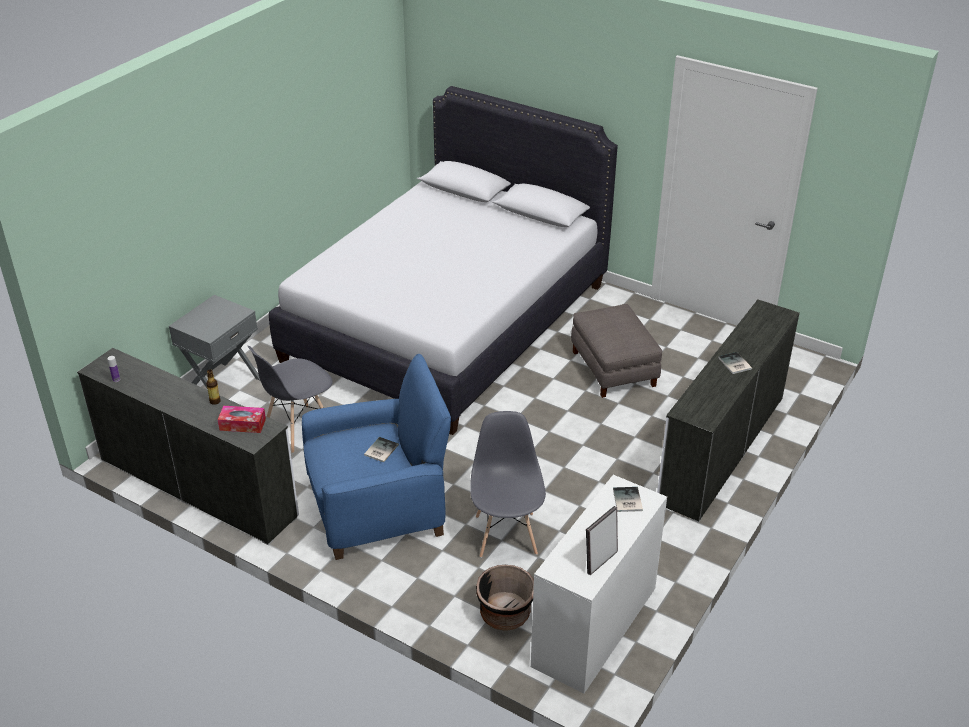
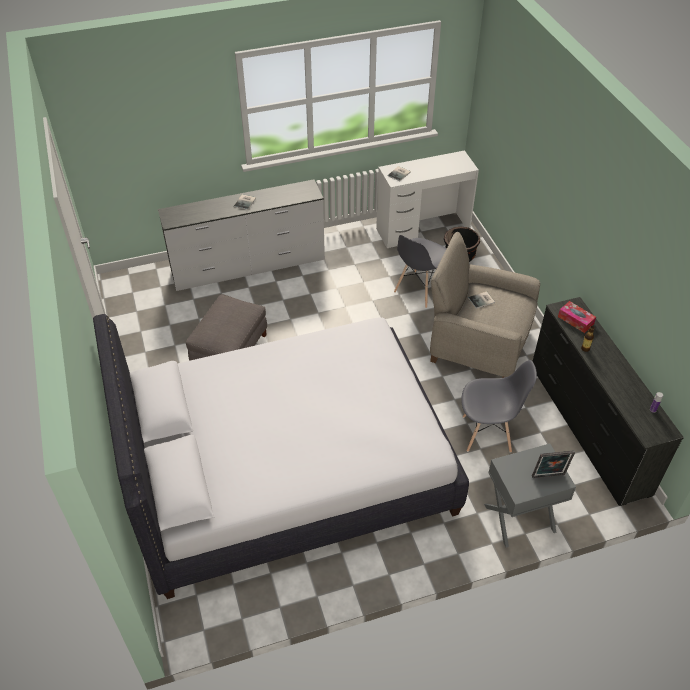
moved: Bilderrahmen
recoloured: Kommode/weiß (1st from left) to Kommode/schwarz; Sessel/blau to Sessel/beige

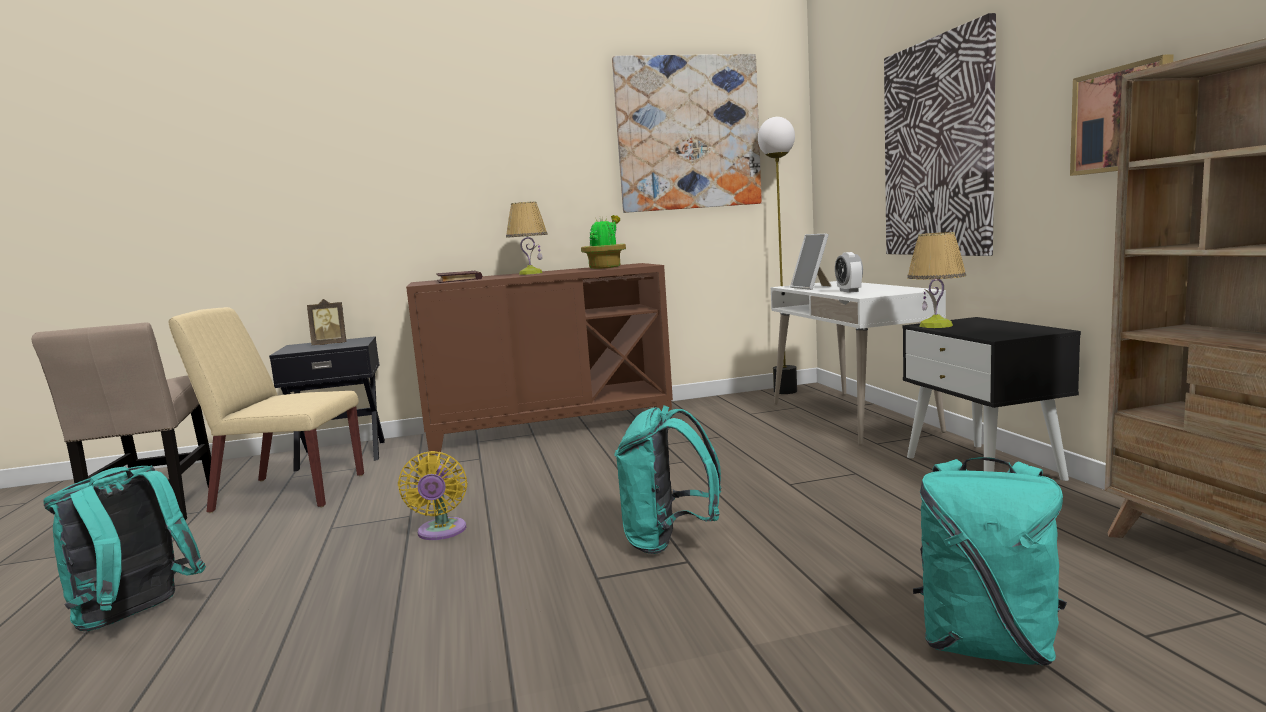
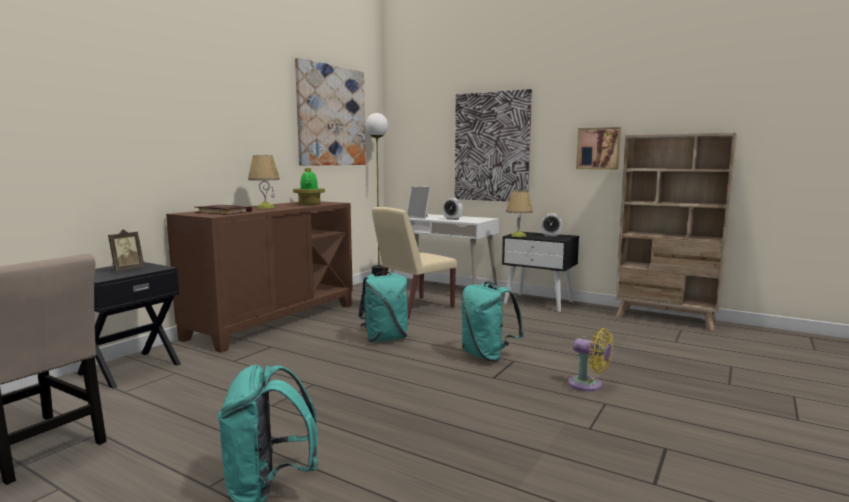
added: Wecker (2nd from left)
moved: Stuhl/beige (2nd from left); Ventilator/gelb; Rucksack/türkis (3rd from left in the first image) to Rucksack/türkis (2nd from left)

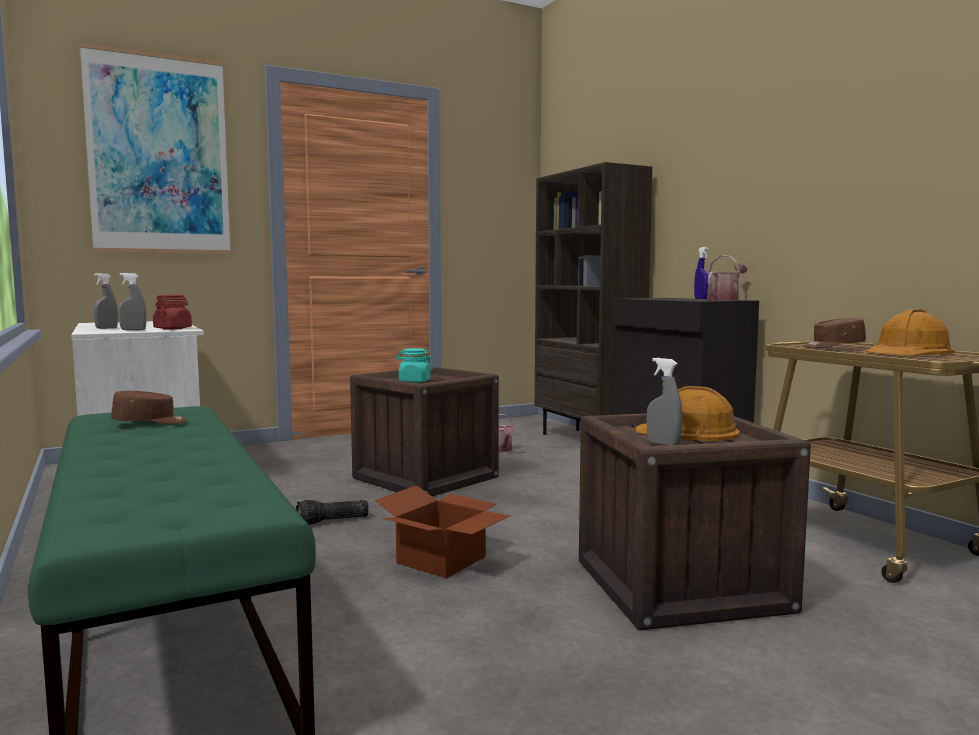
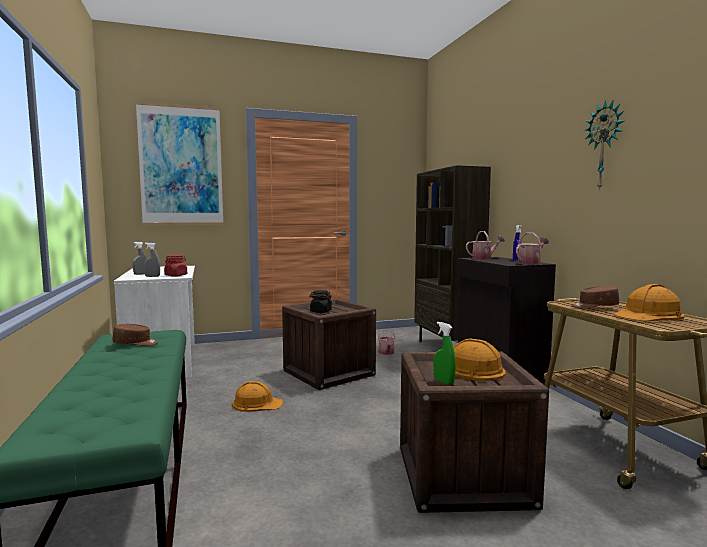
removed: Karton
added: Wanduhr; Gießkanne (2nd from left)
replaced: Taschenlampe to Schutzhelm/orange (1st from left)
recoloured: Vorratsglas/türkis to Vorratsglas/schwarz; Sprühflasche/grau (3rd from left) to Sprühflasche/grün

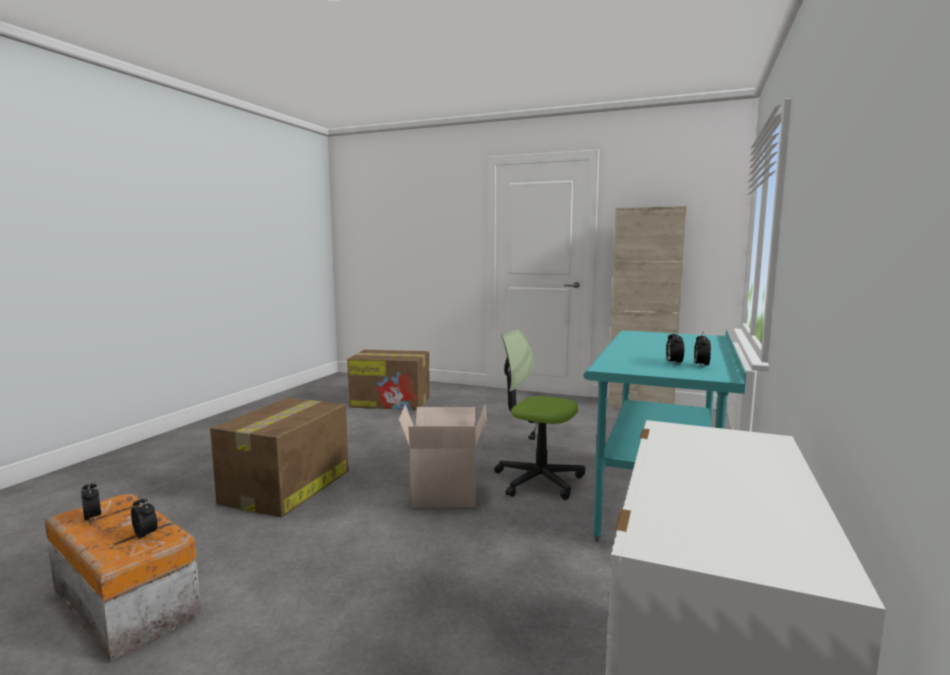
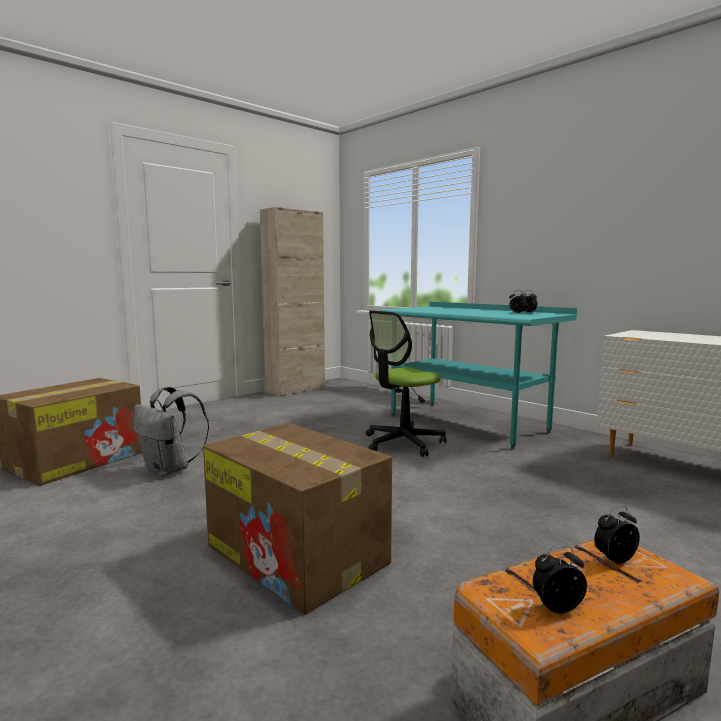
removed: Karton (3rd from left)
added: Rucksack/grau

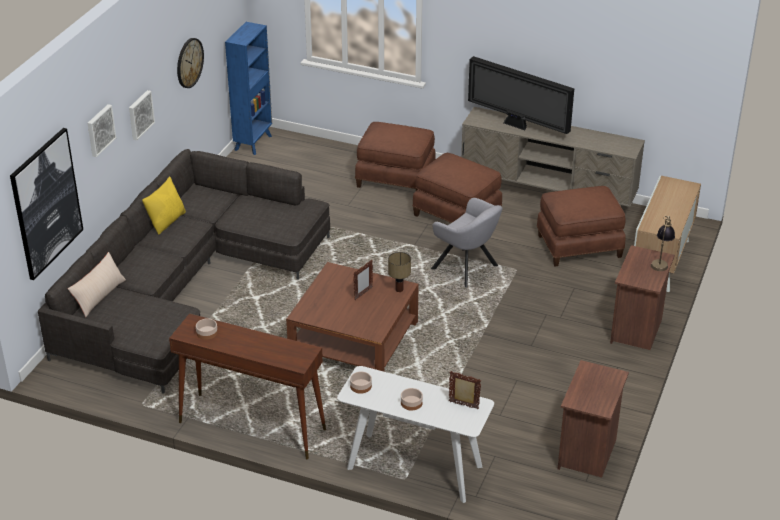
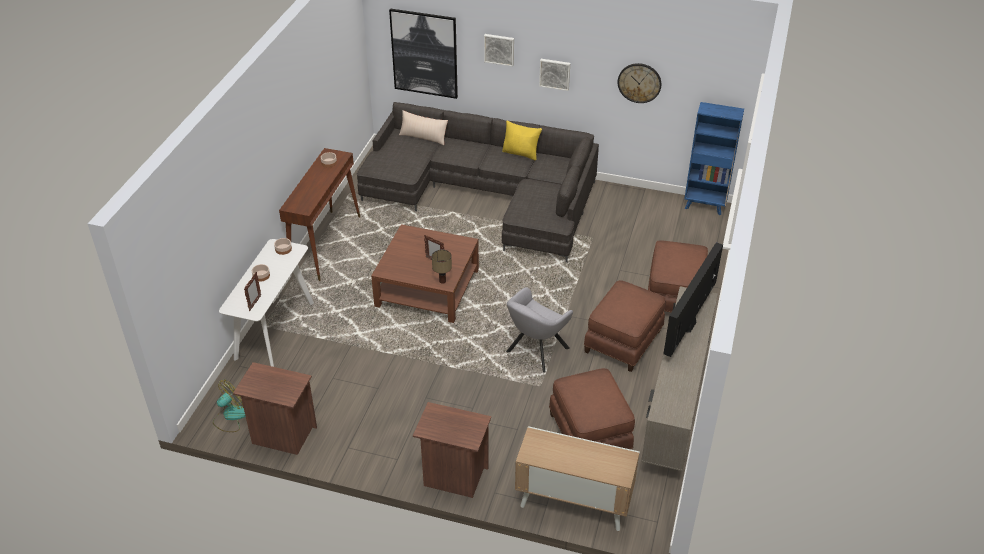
removed: Tischlampe (2nd from left)
added: Ventilator

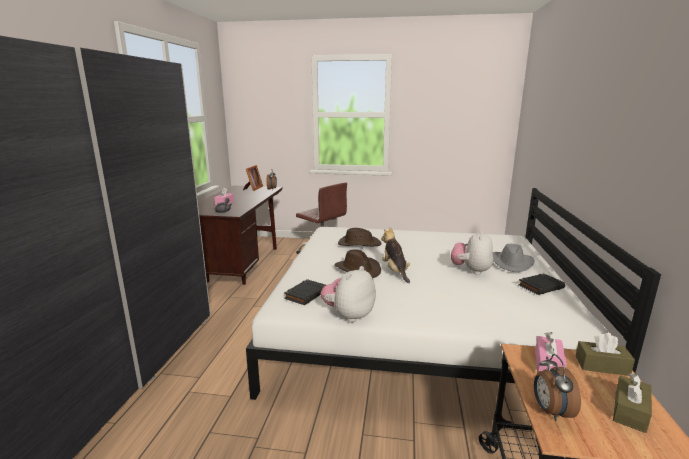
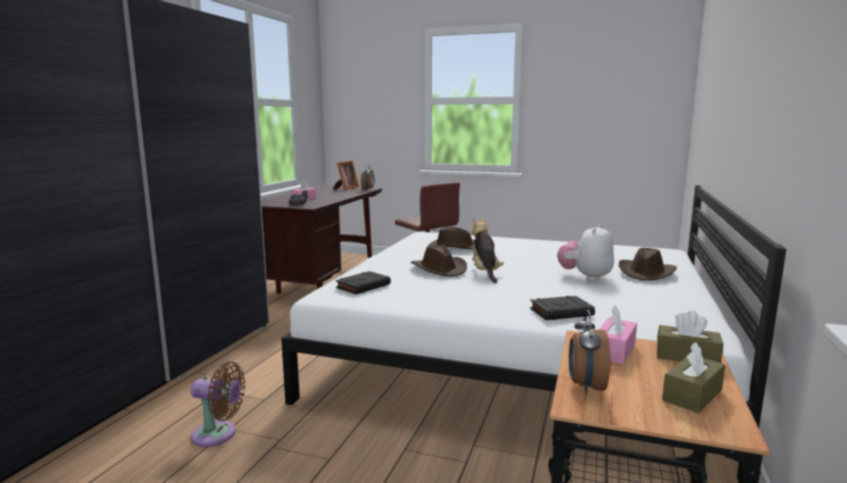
removed: Plüschtier (1st from left)
added: Ventilator/braun
moved: Buch/schwarz (2nd from left)
recoloured: Hut/grau to Hut/braun (3rd from left)

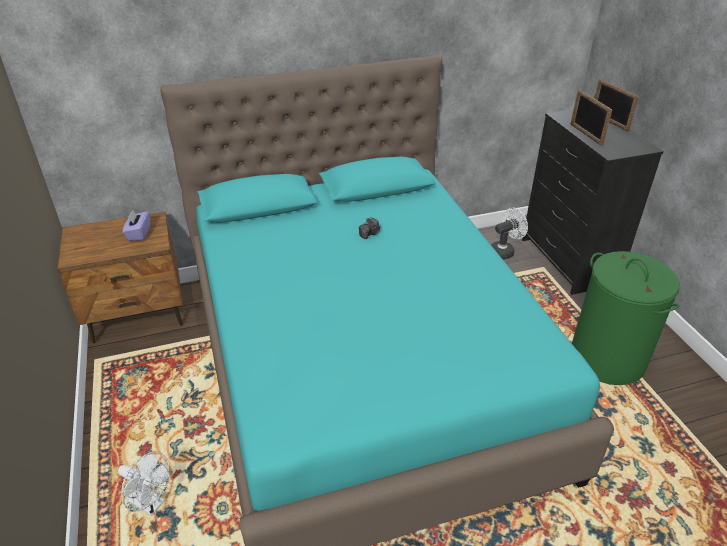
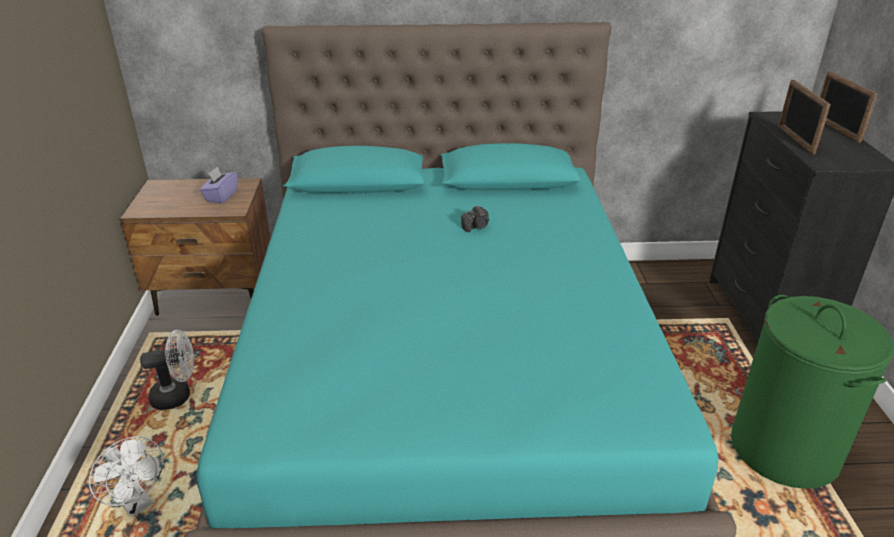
moved: Ventilator/weiß (2nd from left)

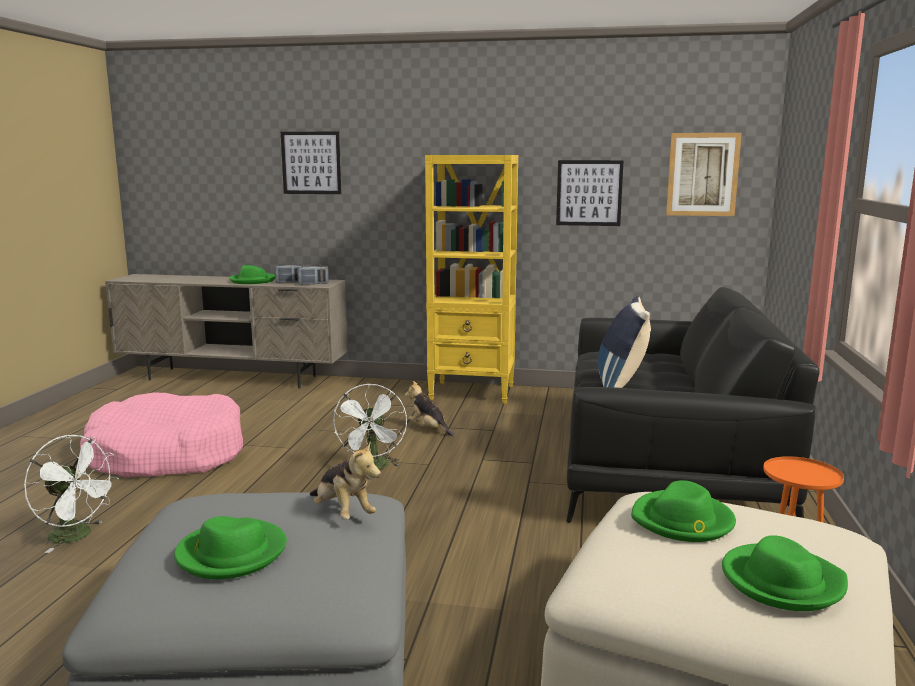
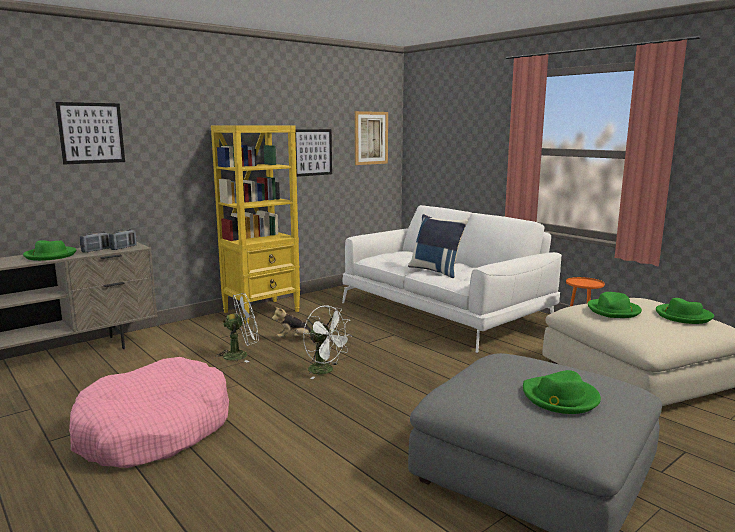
removed: Plüschtier (1st from left)
moved: Ventilator/weiß (1st from left)
recoloured: Sofa/schwarz to Sofa/weiß

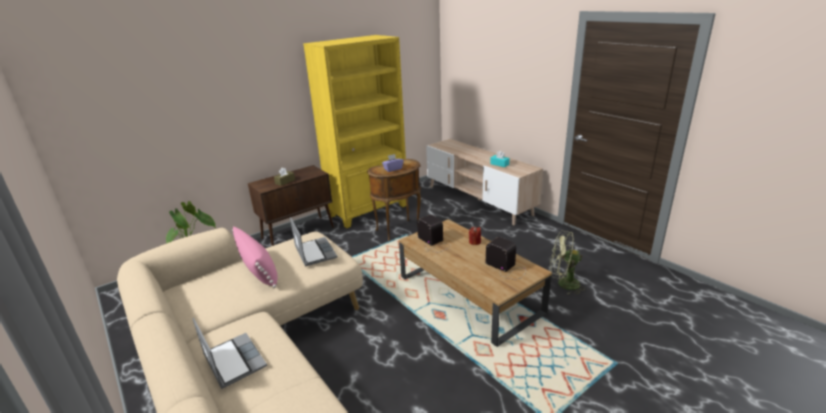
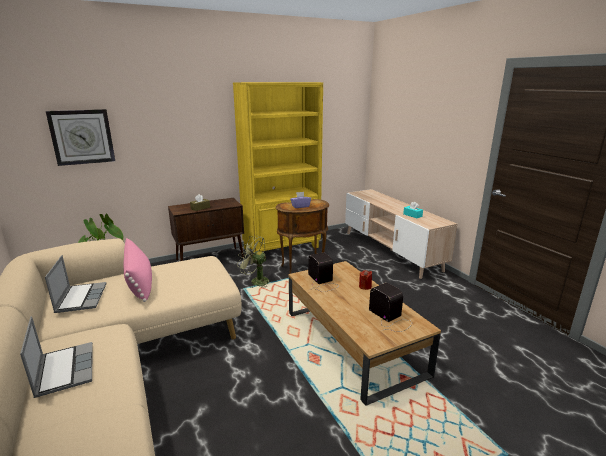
added: Wanduhr
moved: Laptop (2nd from left); Ventilator/grün

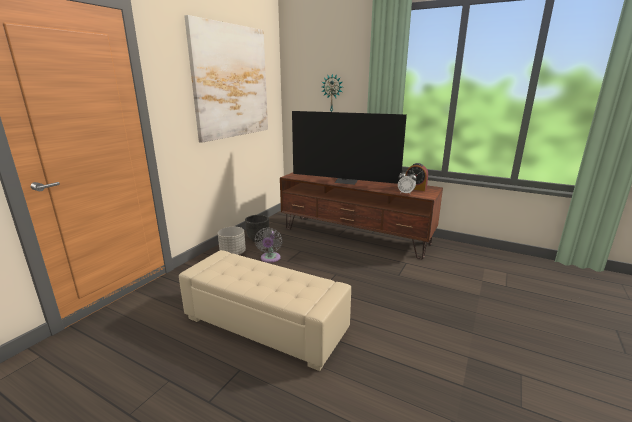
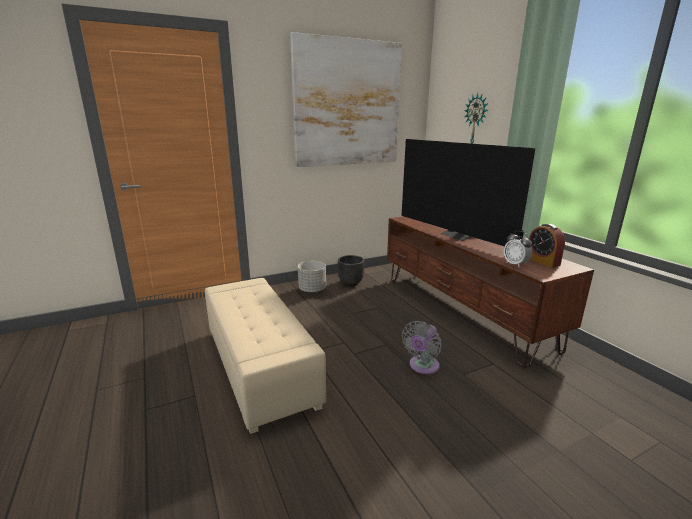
moved: Ventilator/grau

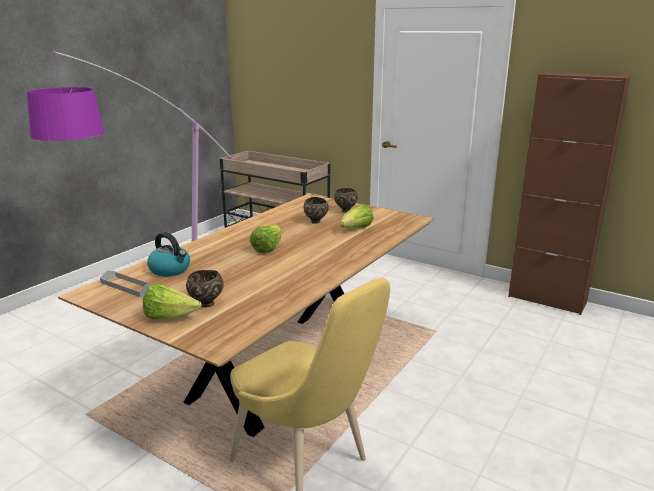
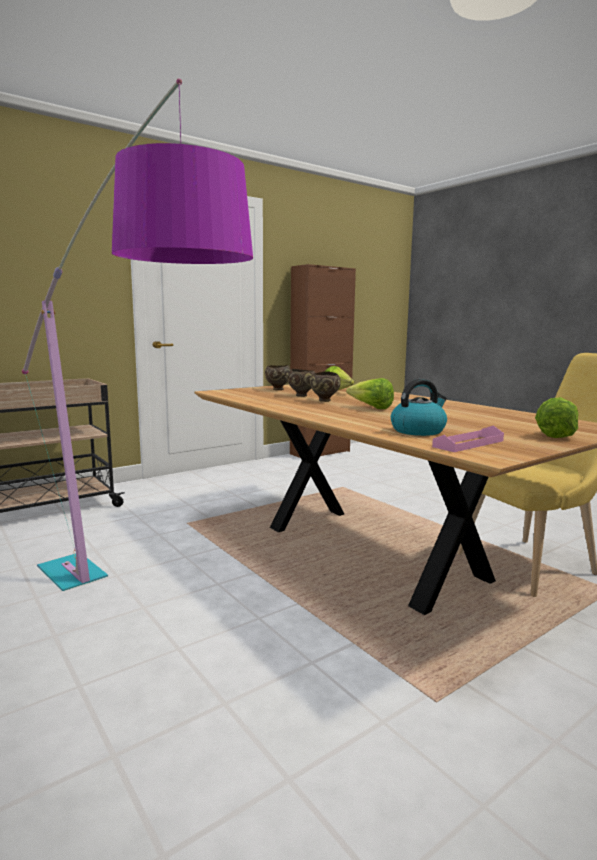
moved: Schüssel/braun (1st from left in the first image) to Schüssel/braun (3rd from left)
recoloured: Tablett/grau to Tablett/rosa

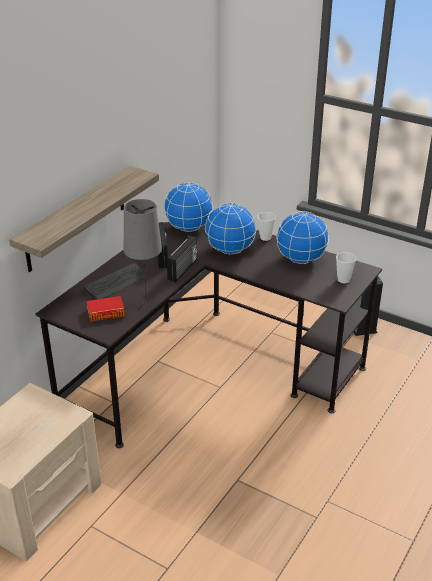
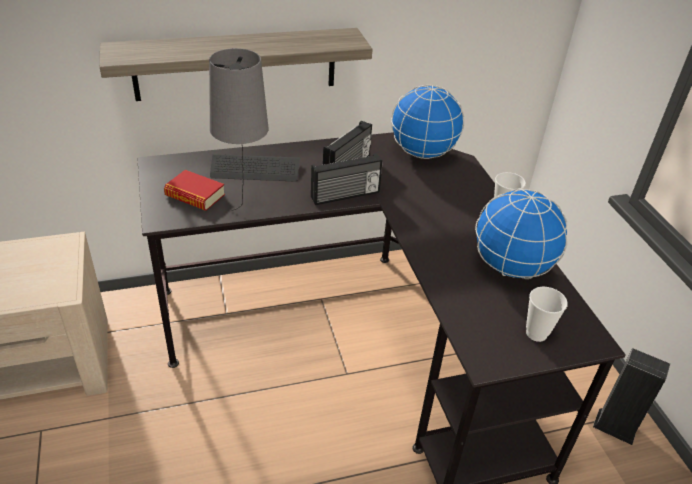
removed: Globus (2nd from left)

